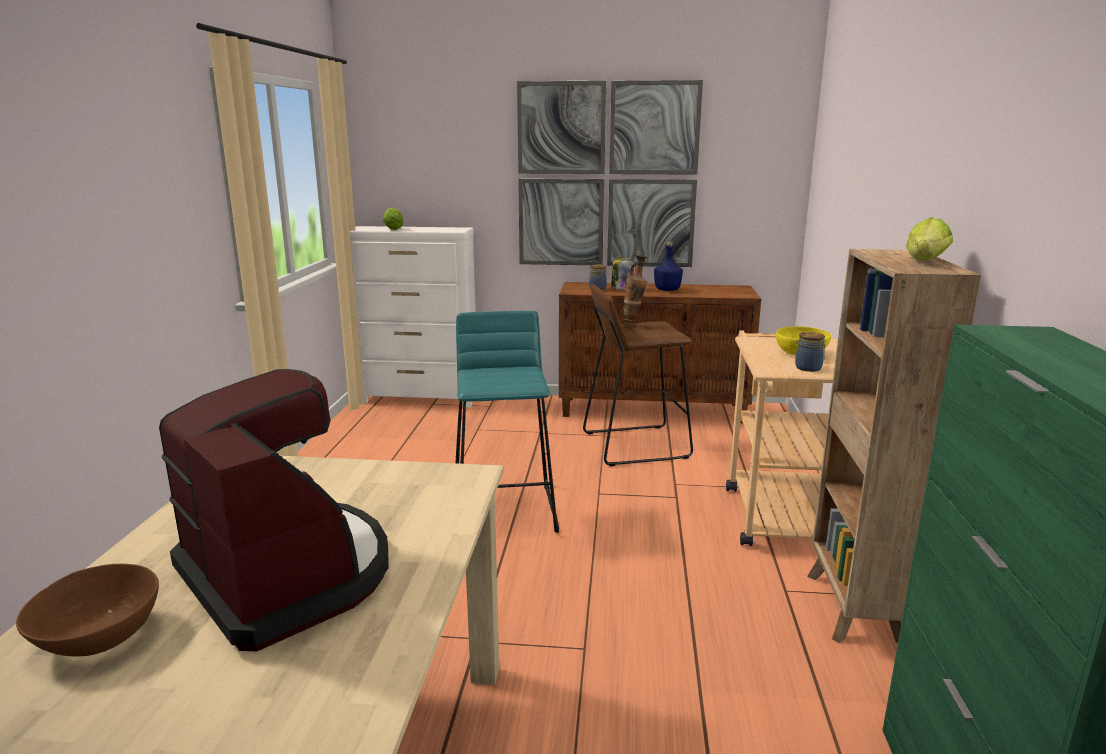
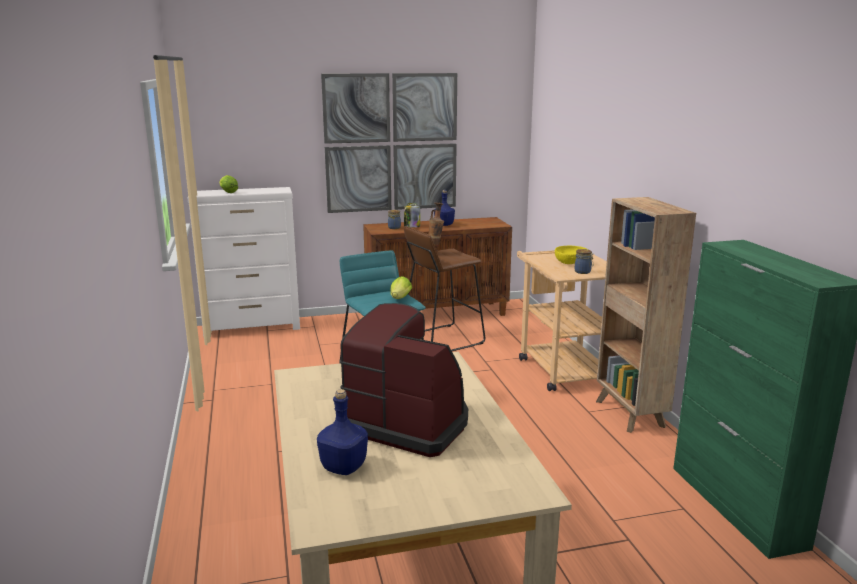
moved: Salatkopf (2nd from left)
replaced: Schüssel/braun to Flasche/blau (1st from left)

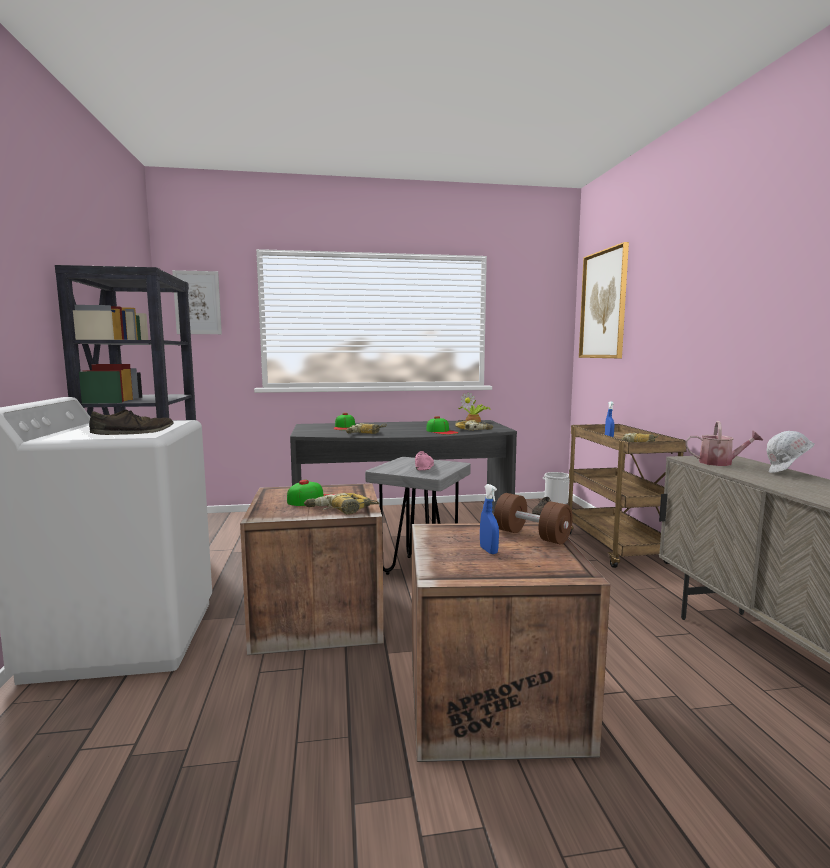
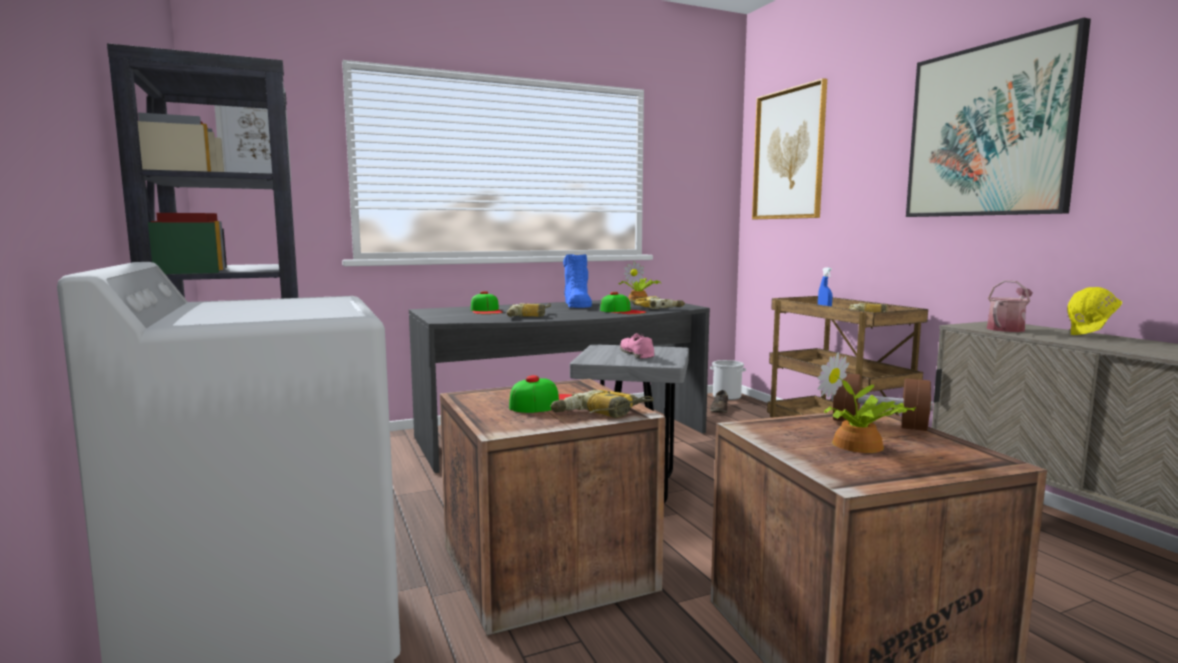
removed: Schuh/braun (1st from left)
added: Bild (3rd from left); Stiefel/blau
replaced: Sprühflasche/blau (1st from left) to Topfpflanze (2nd from left)
recoloured: Schutzhelm/weiß to Schutzhelm/gelb
turned: Gießkanne 45 degrees counterclockwise

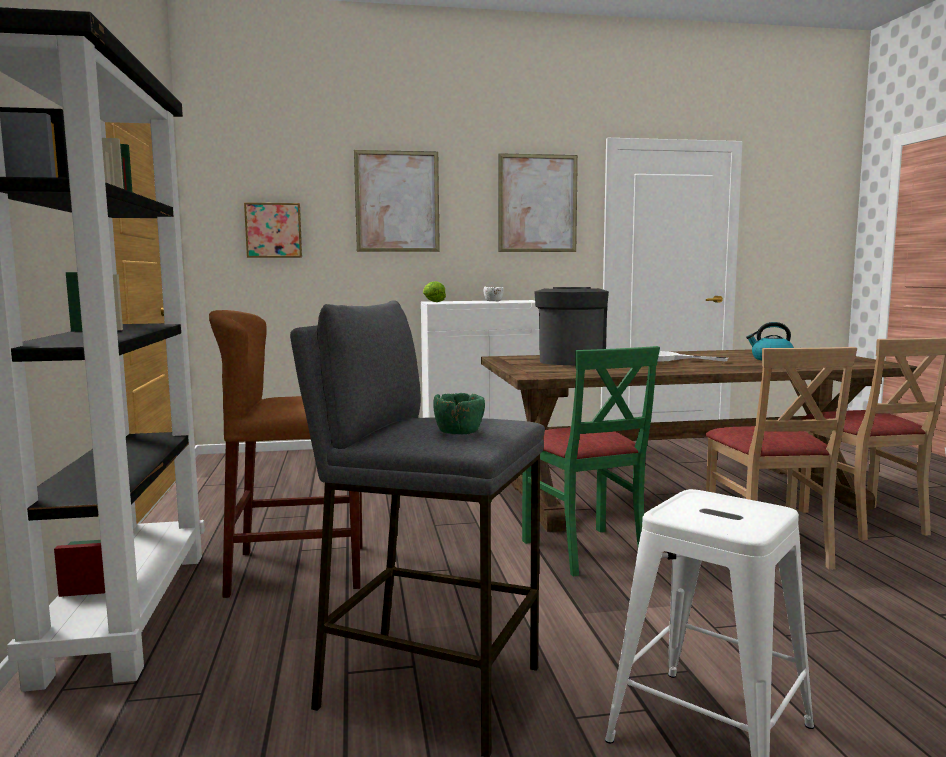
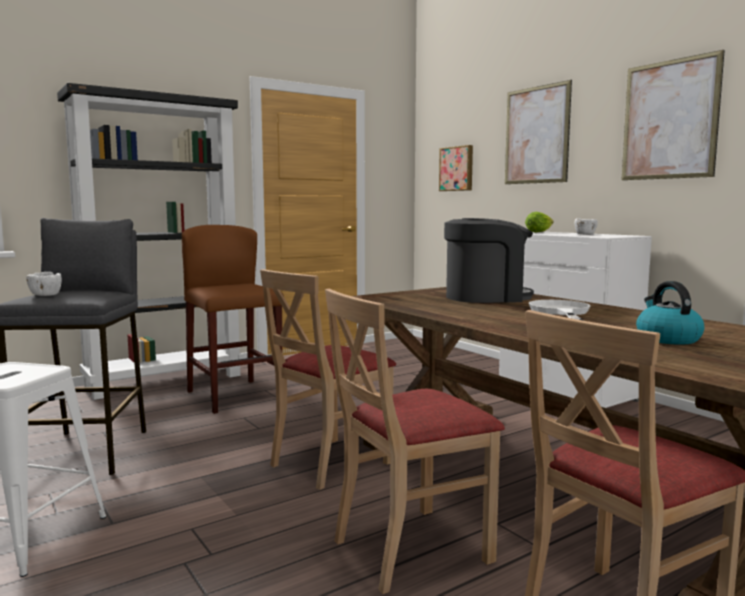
recoloured: Stuhl/grün to Stuhl/beige (1st from left); Schüssel/grün to Schüssel/weiß (1st from left)

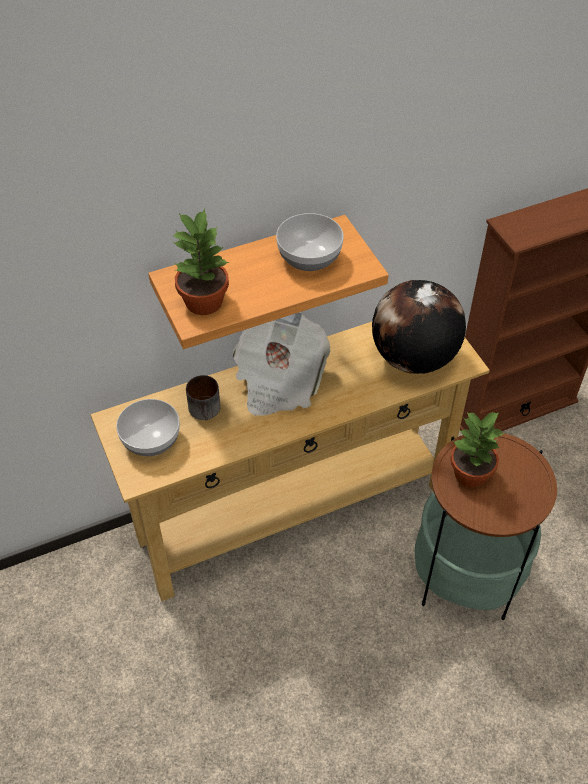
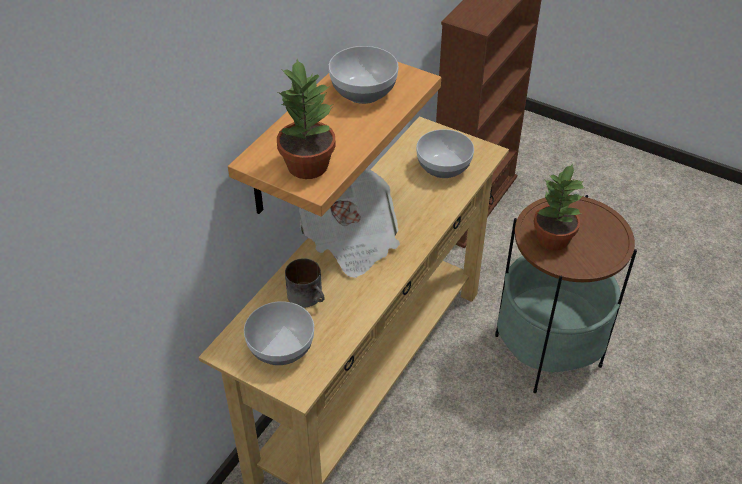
replaced: Globus to Schüssel (3rd from left)

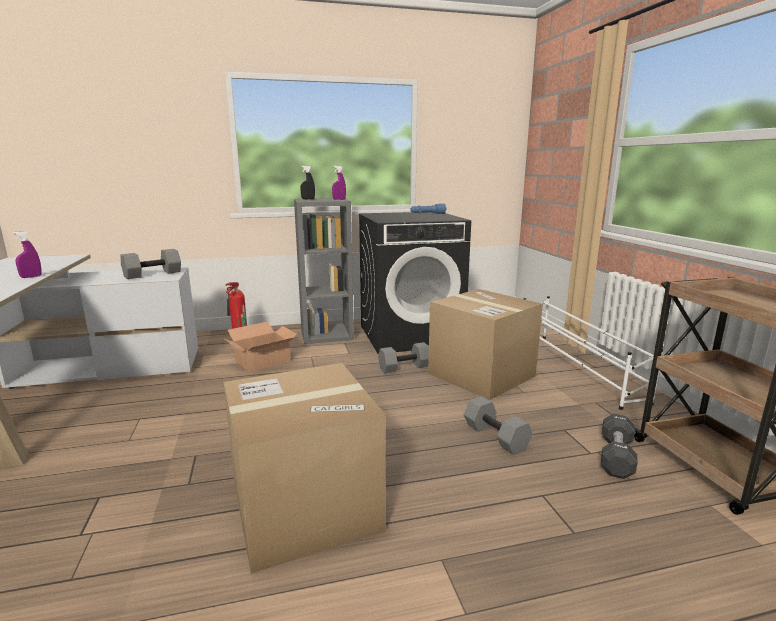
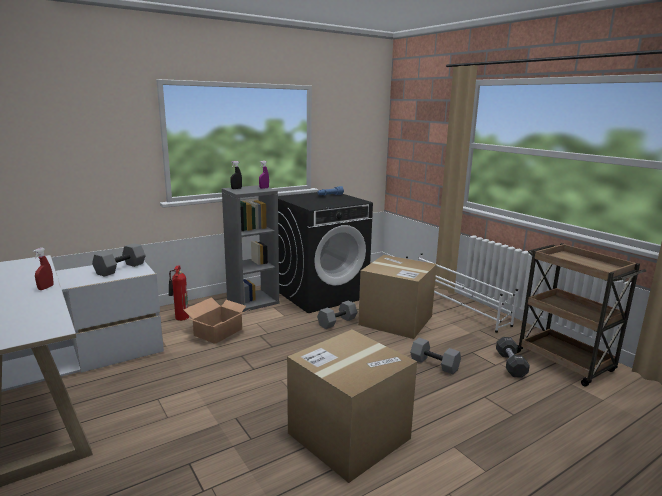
recoloured: Sprühflasche/lila (1st from left) to Sprühflasche/rot

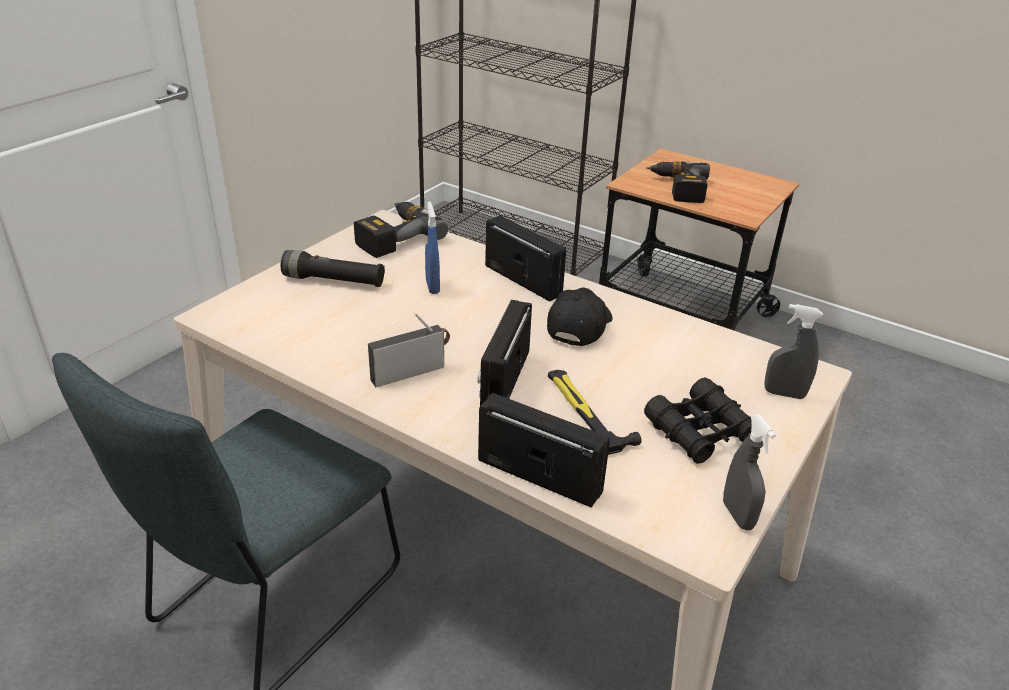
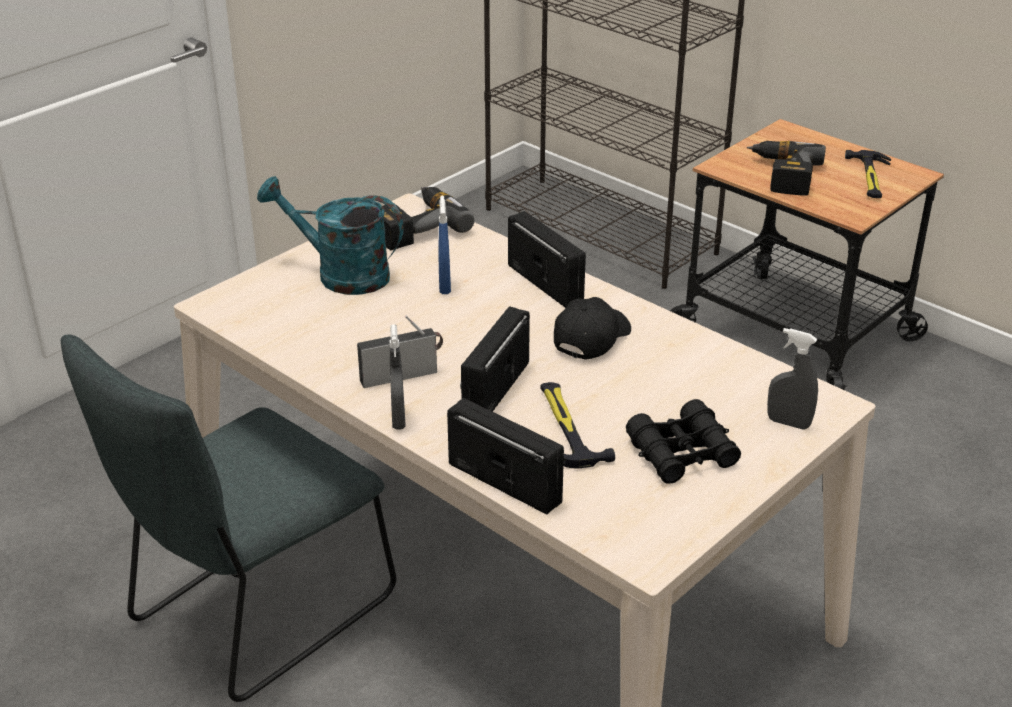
added: Hammer (2nd from left)
moved: Sprühflasche/grau (1st from left)
replaced: Taschenlampe/schwarz to Gießkanne/türkis

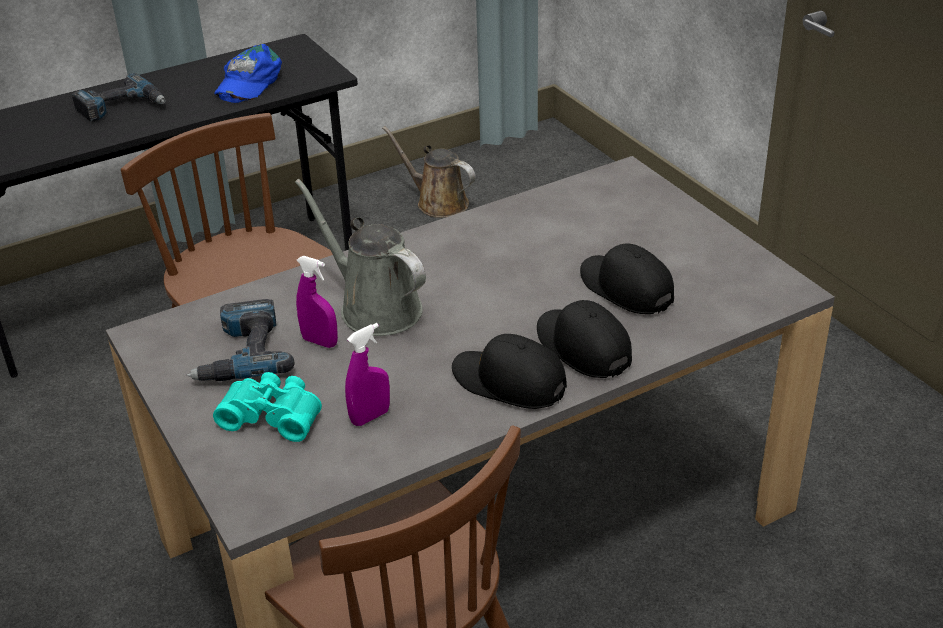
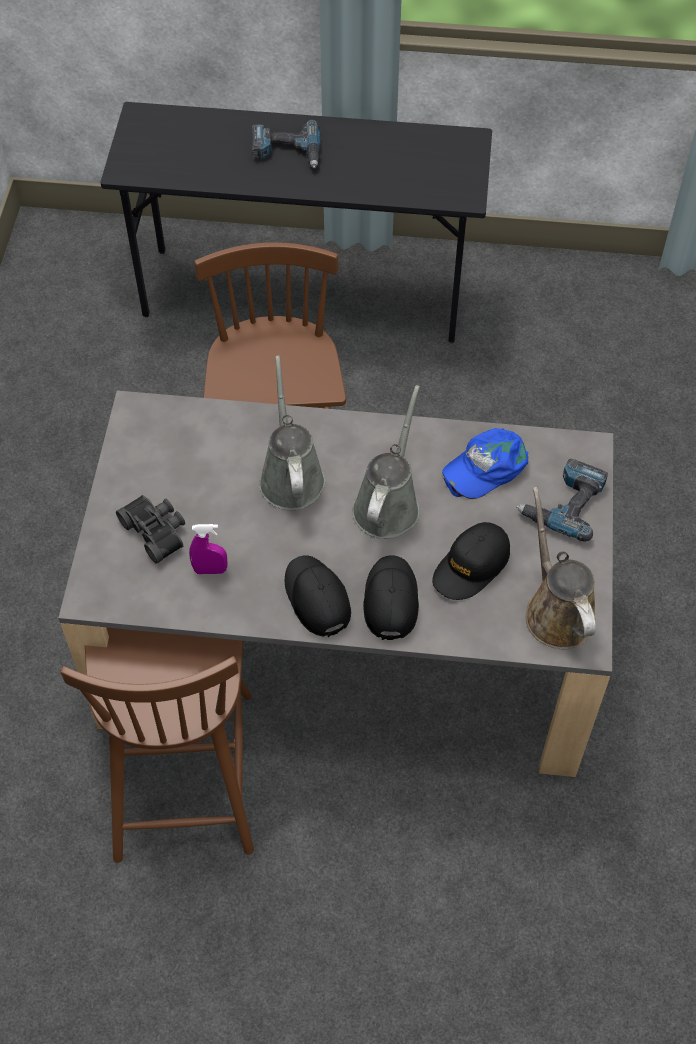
removed: Sprühflasche/lila (1st from left)
added: Gießkanne/grau (2nd from left)
moved: Kappe/blau; Gießkanne/braun; Bohrmaschine (2nd from left)
recoloured: Fernglas/türkis to Fernglas/schwarz
turned: Kappe/schwarz (3rd from left) 135 degrees counterclockwise

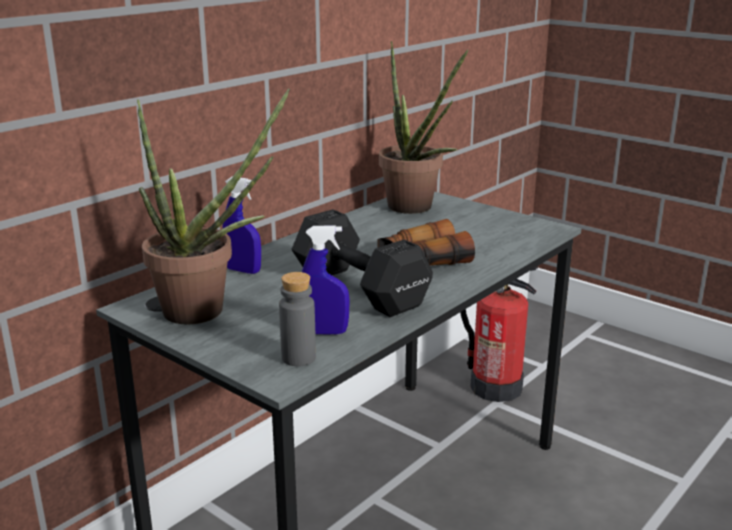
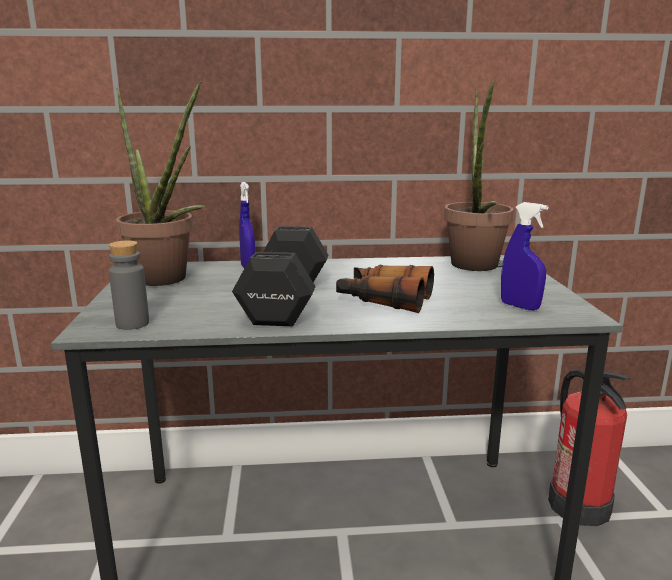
moved: Sprühflasche/blau (2nd from left)

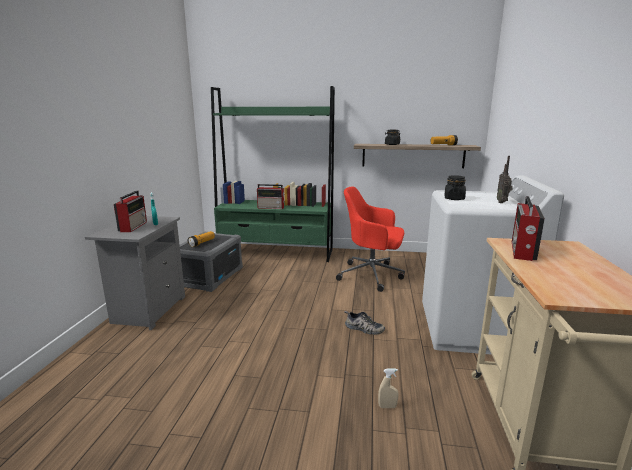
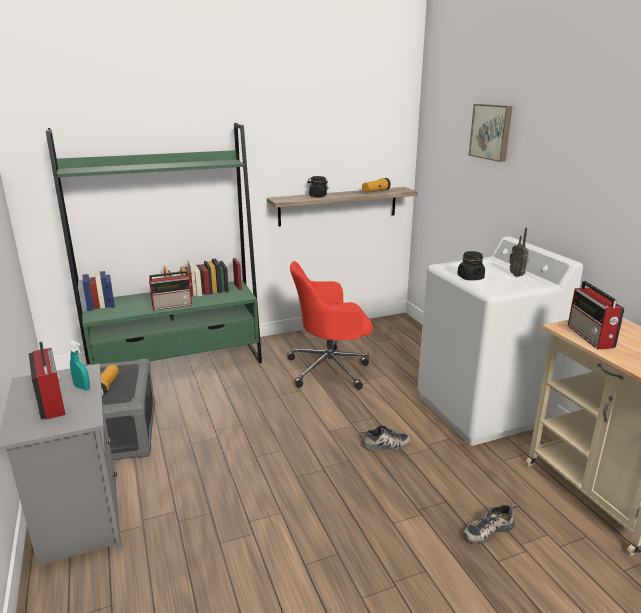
added: Bild
replaced: Sprühflasche/beige to Schuh (2nd from left)

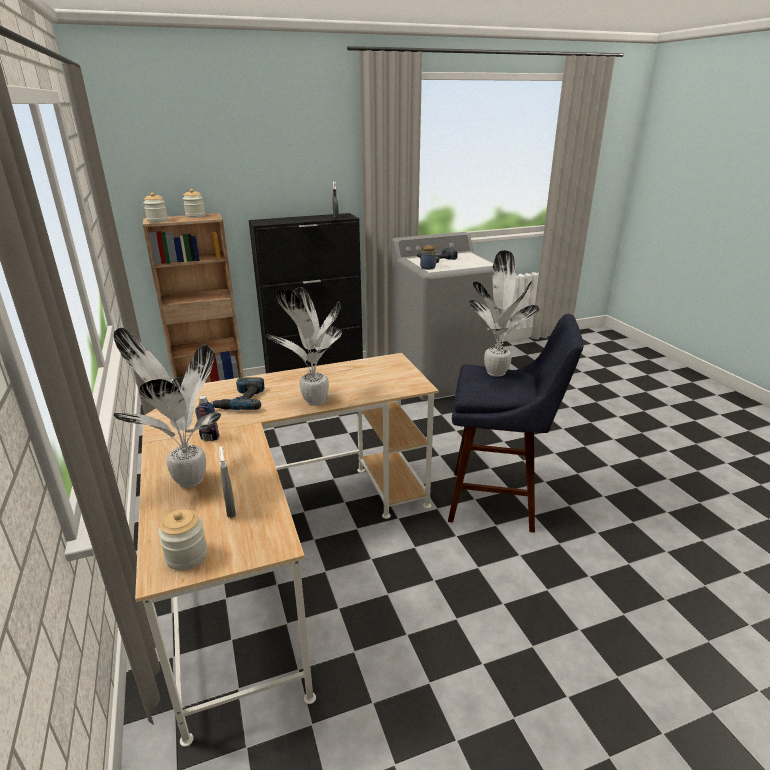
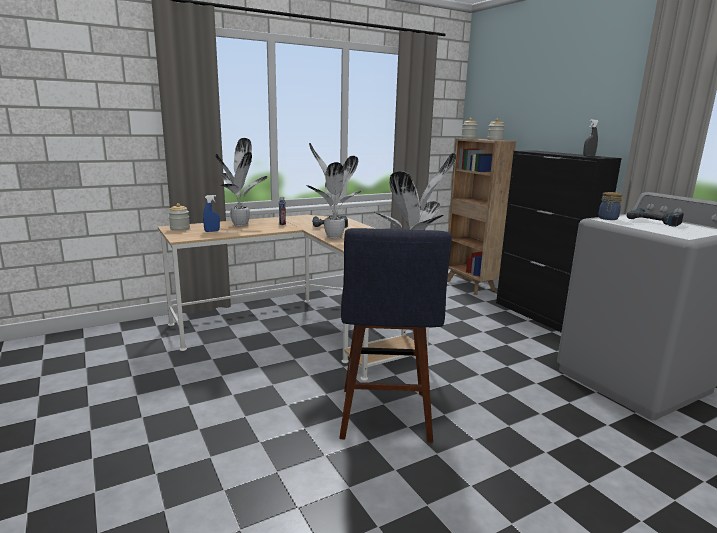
recoloured: Sprühflasche/grau (1st from left) to Sprühflasche/blau

